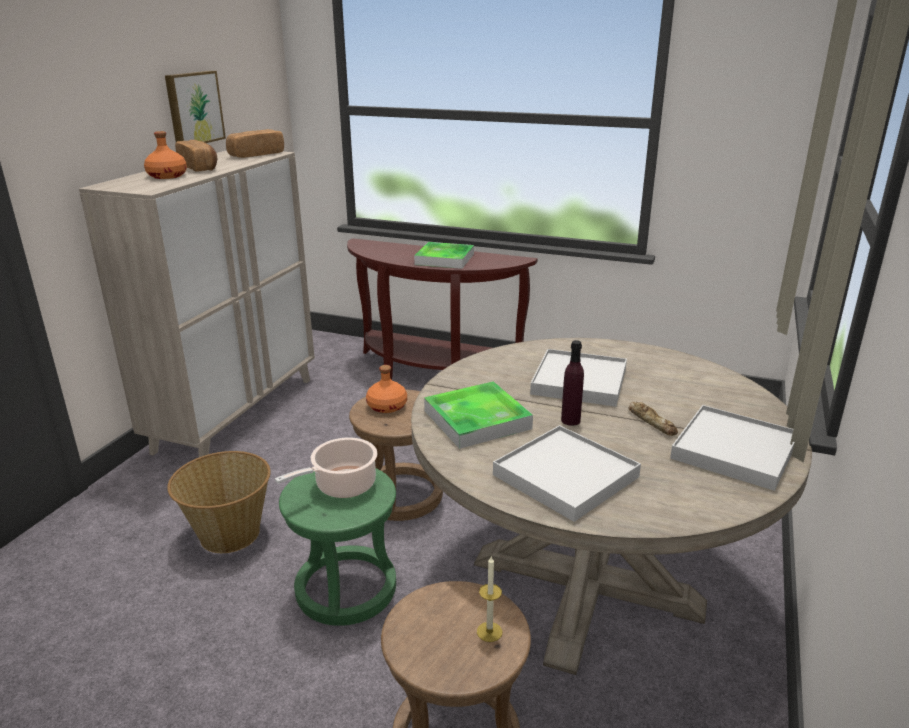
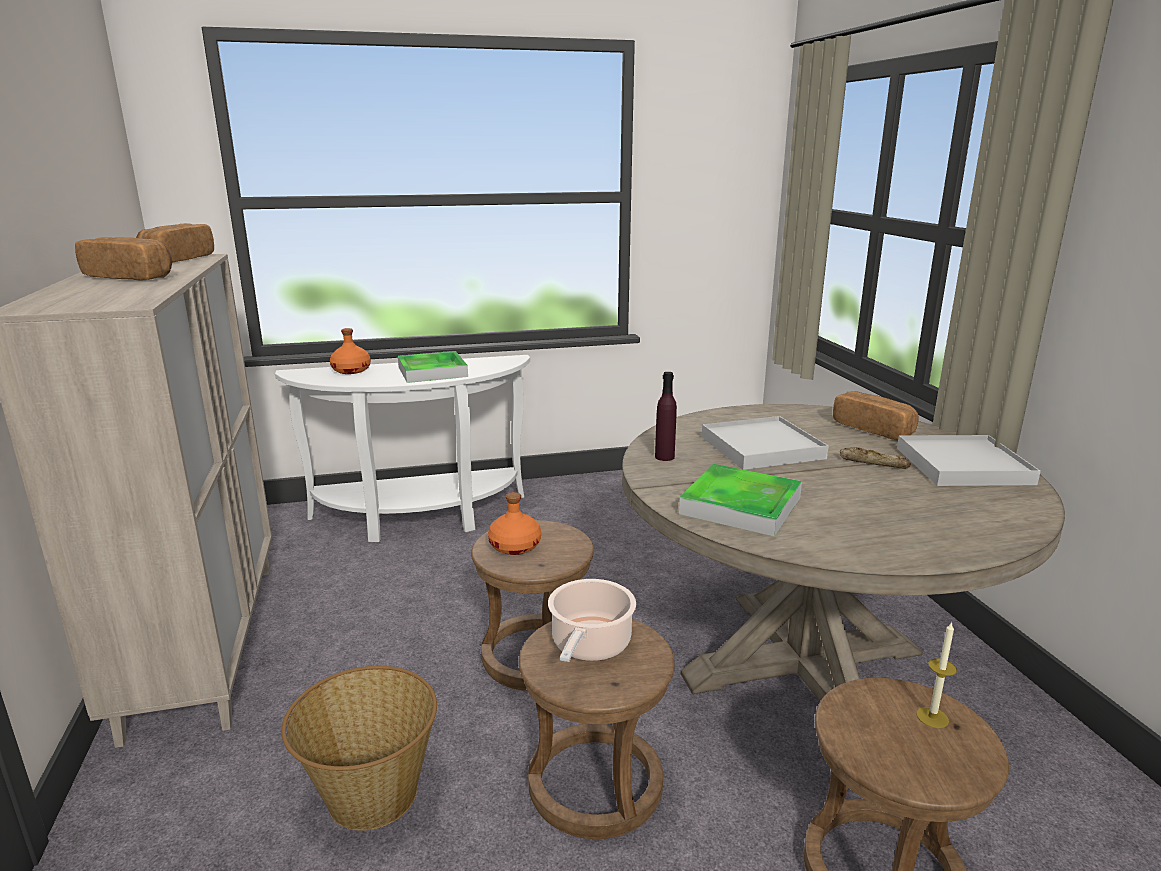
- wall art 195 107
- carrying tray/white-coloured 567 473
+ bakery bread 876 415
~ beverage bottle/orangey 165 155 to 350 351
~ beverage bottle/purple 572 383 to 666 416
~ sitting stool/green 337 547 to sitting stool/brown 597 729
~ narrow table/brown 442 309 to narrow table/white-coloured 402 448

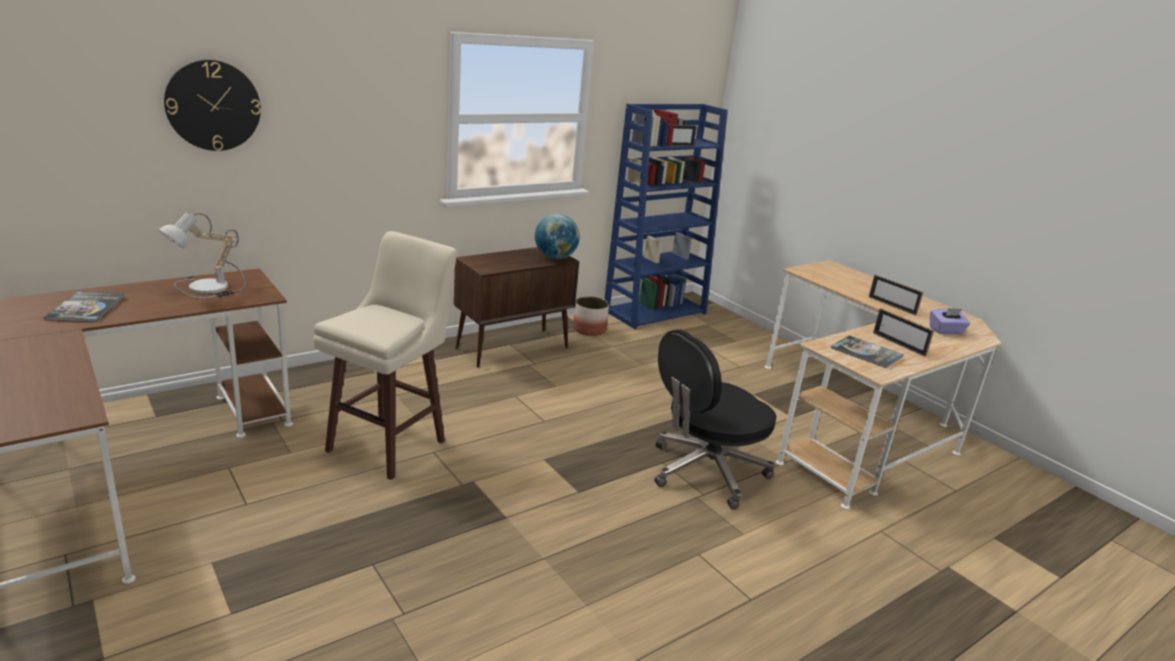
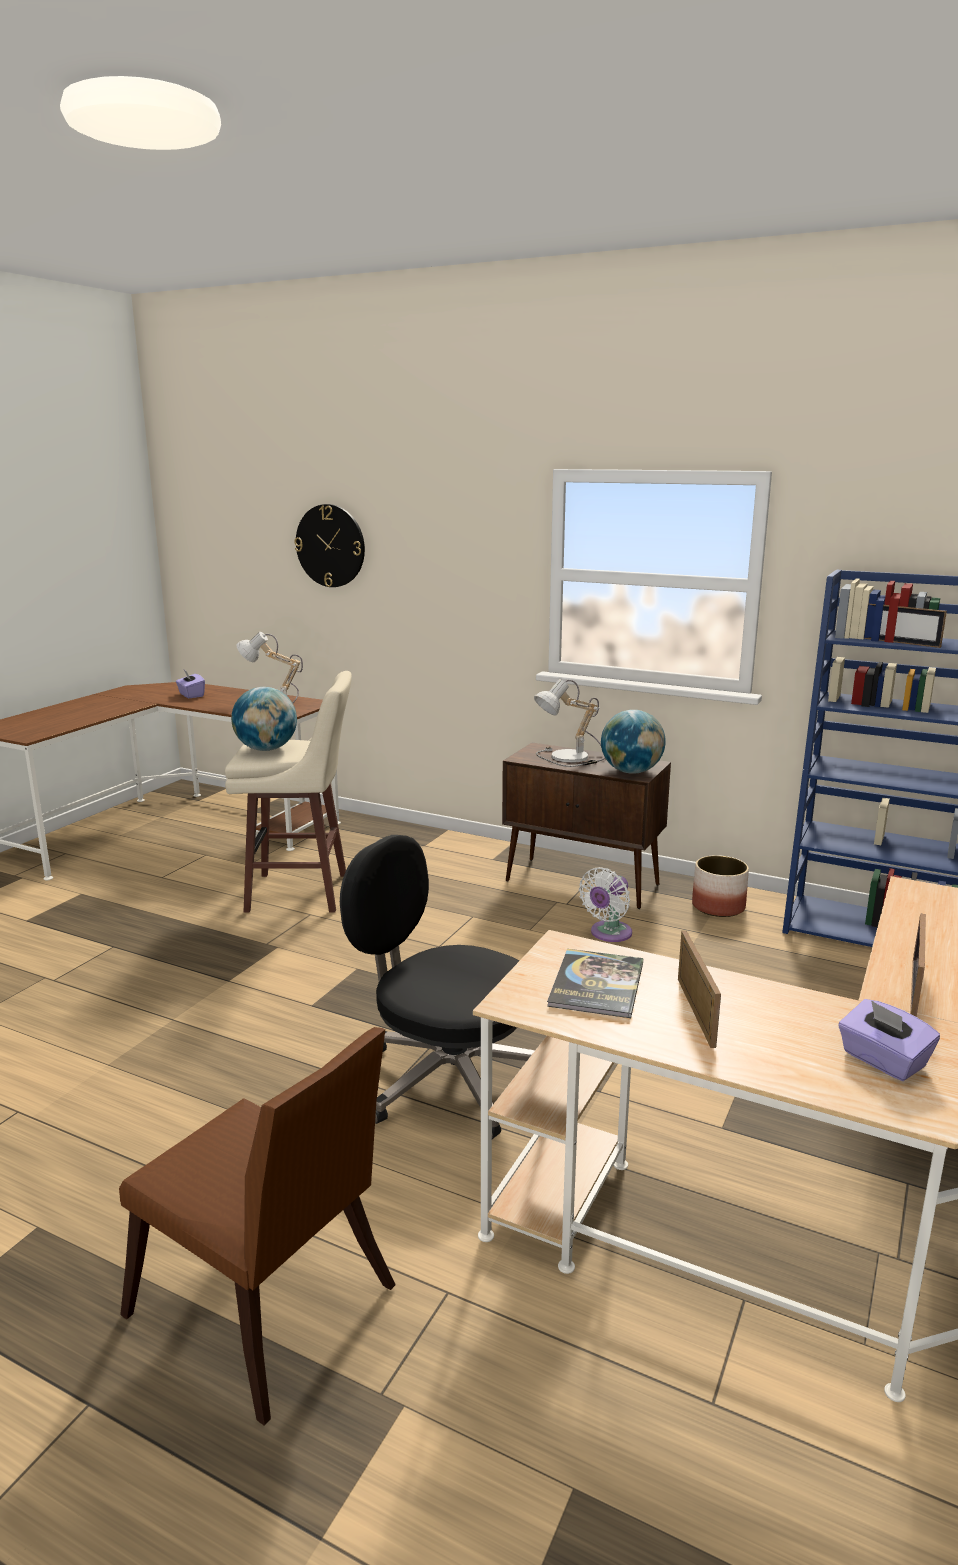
+ plain chair/brown 257 1226
+ desk globe 264 719
+ tabletop lamp 569 723
+ fan/white-coloured 605 904
~ volume 84 306 to tissue box/purple 190 684
~ photo frame 903 332 = 699 989 150 degrees clockwise

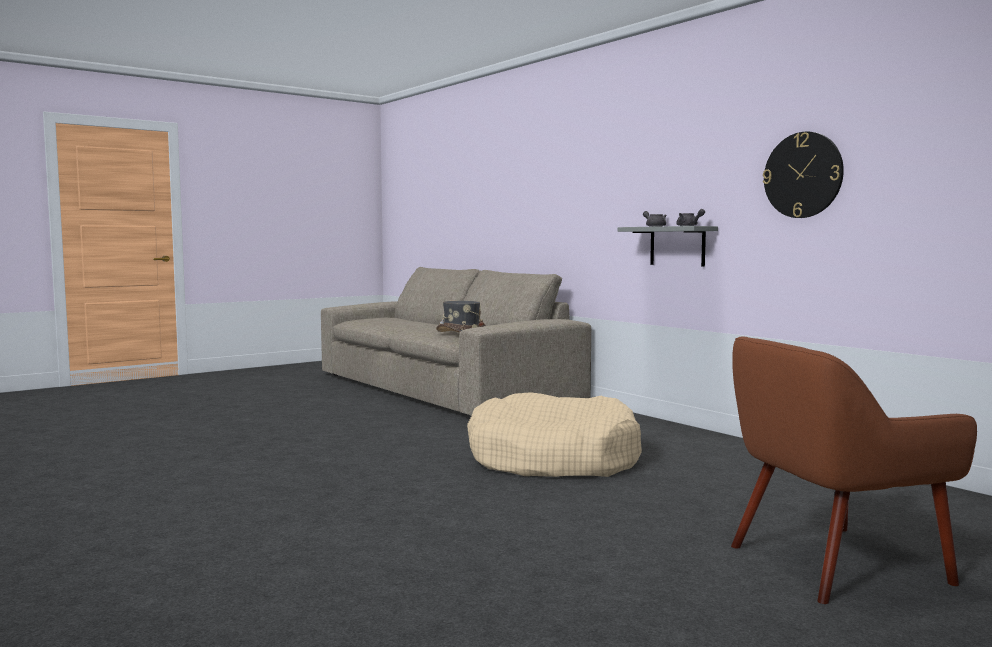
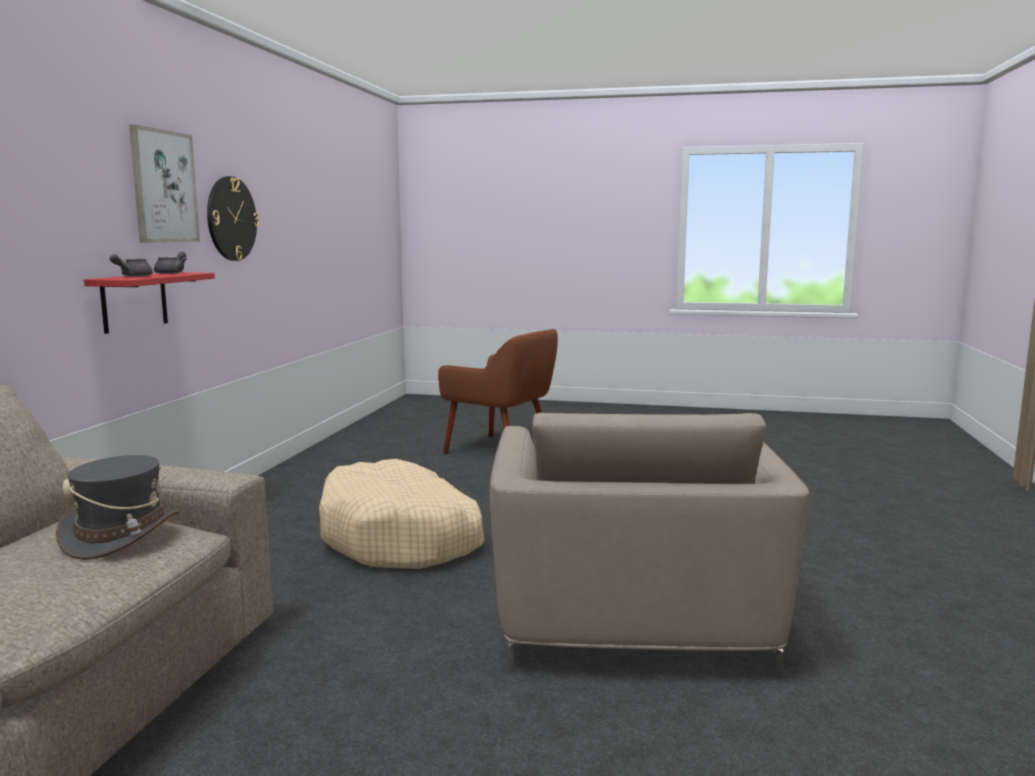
+ wall art 164 183
+ lounge chair/beige 649 545
~ shelf/grey 668 246 to shelf/reddish 149 303

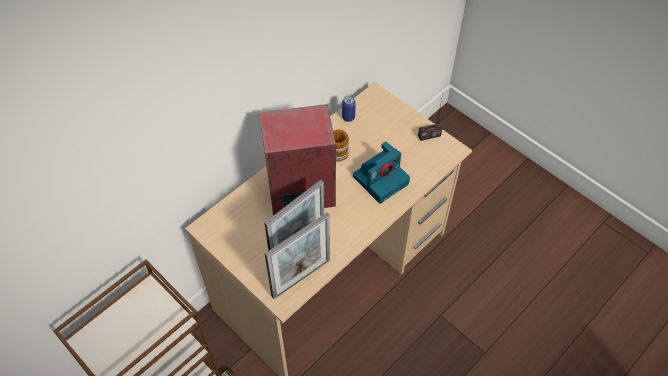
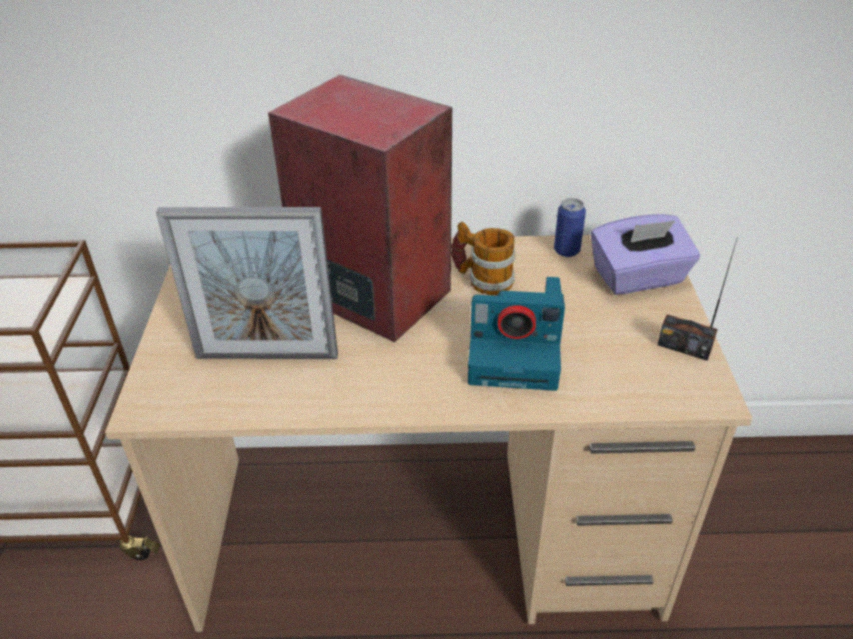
- photo frame 297 255
+ tissue box/purple 645 254

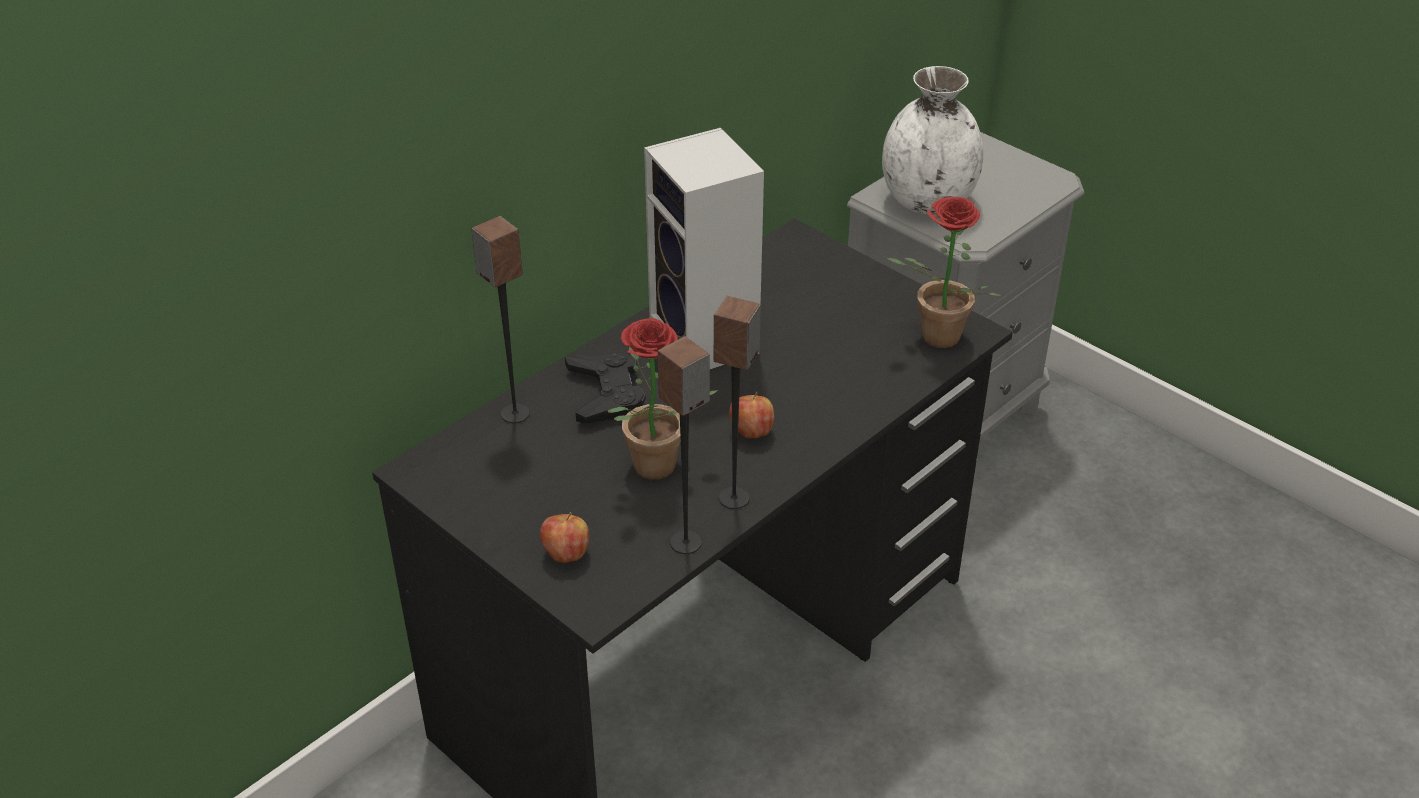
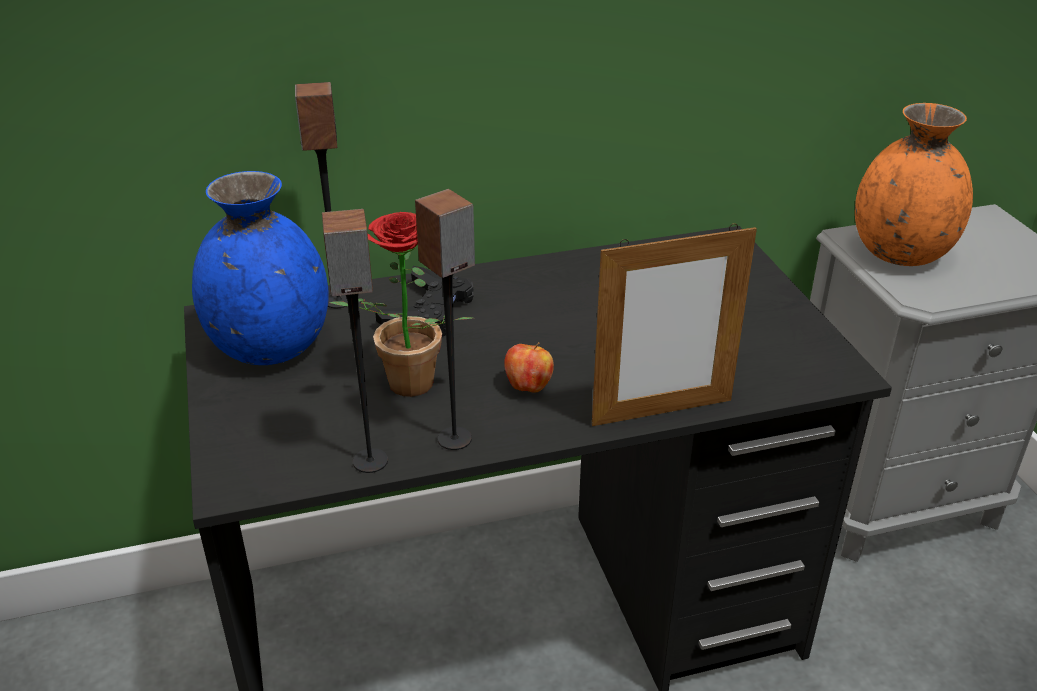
- apple 564 537
- speaker 704 248
- plant in a pot 944 272
+ decorative vase/blue 260 268
+ photo frame 674 324
~ decorative vase/white-coloured 932 140 to decorative vase/orangey 914 184

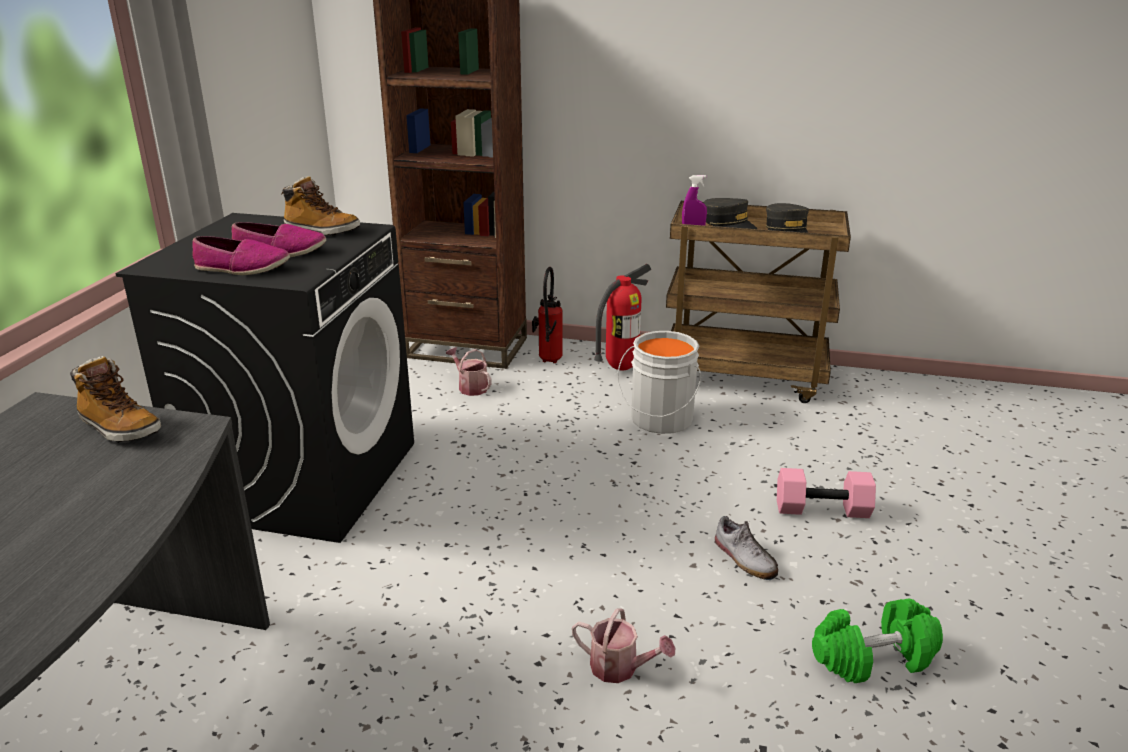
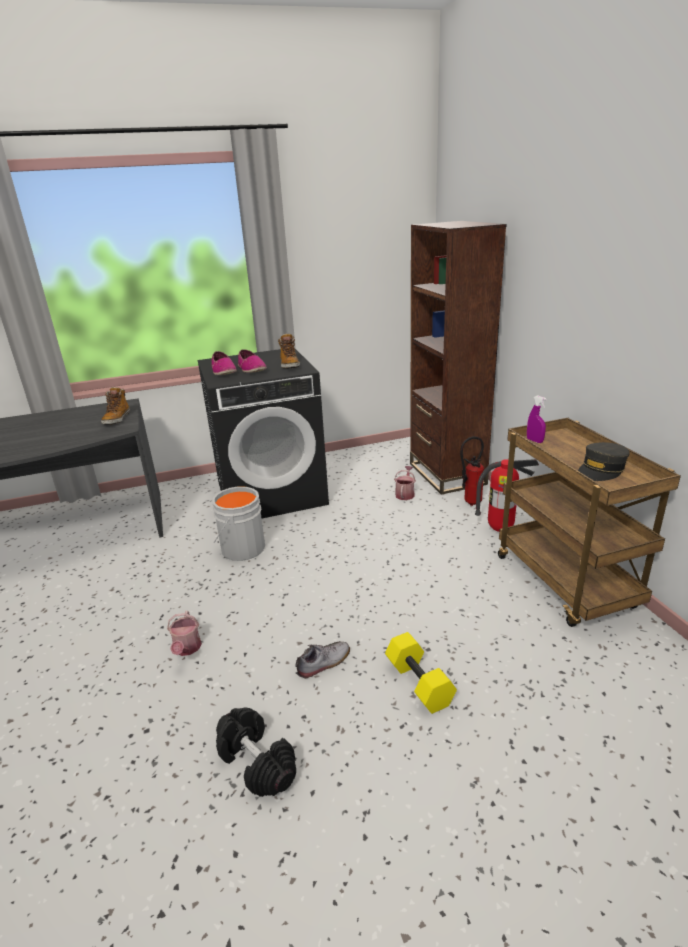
- cap/grey 730 213
~ bucket/grey 659 382 to 238 523
~ dumbbell/pinkish 826 493 to dumbbell/yellow 421 673
~ dumbbell/green 877 641 to dumbbell/black 256 752
~ low shoe 746 548 = 322 660 150 degrees counterclockwise

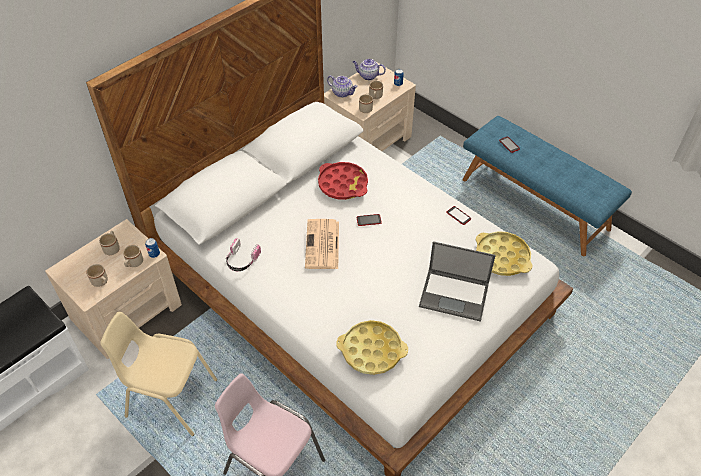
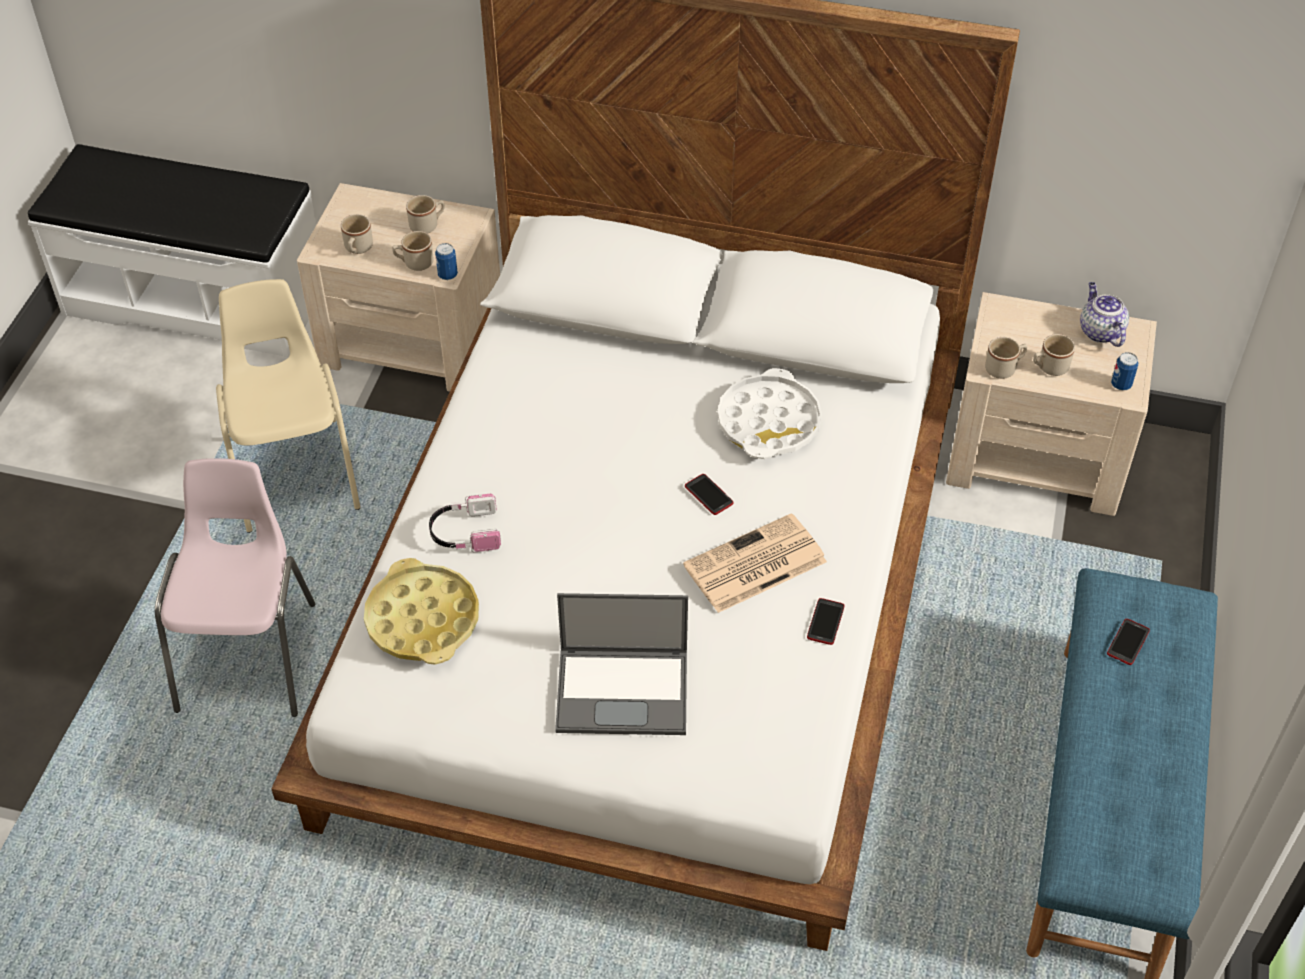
- pot for tea 342 86
- carrying tray/yellow 504 253
~ headphones 243 254 to 465 523
~ daily paper 322 244 to 755 563
~ carrying tray/reddish 343 181 to carrying tray/white-coloured 769 413
~ notebook computer 457 281 = 621 664 75 degrees counterclockwise

